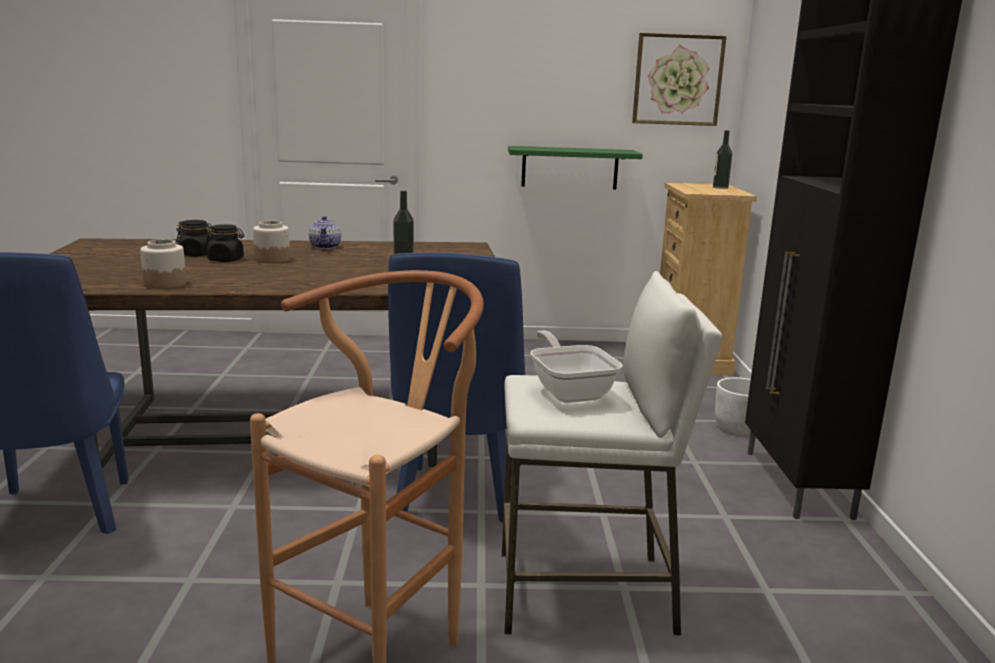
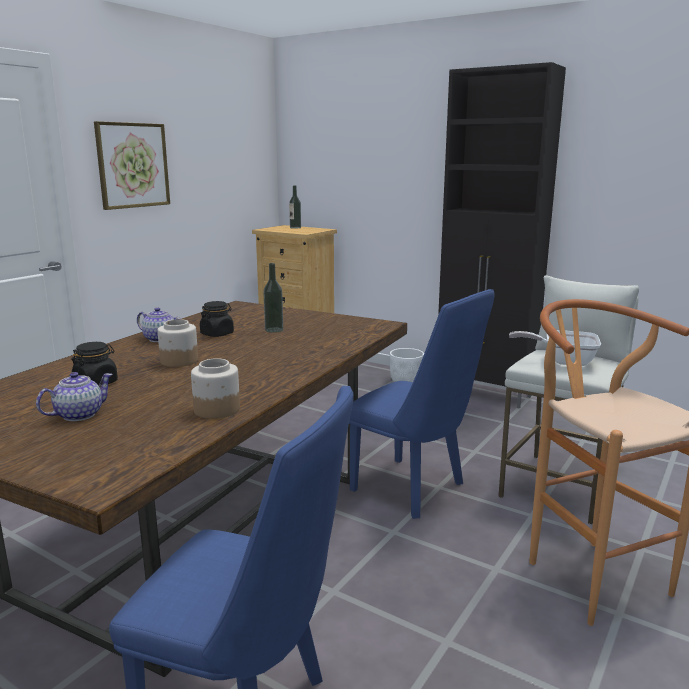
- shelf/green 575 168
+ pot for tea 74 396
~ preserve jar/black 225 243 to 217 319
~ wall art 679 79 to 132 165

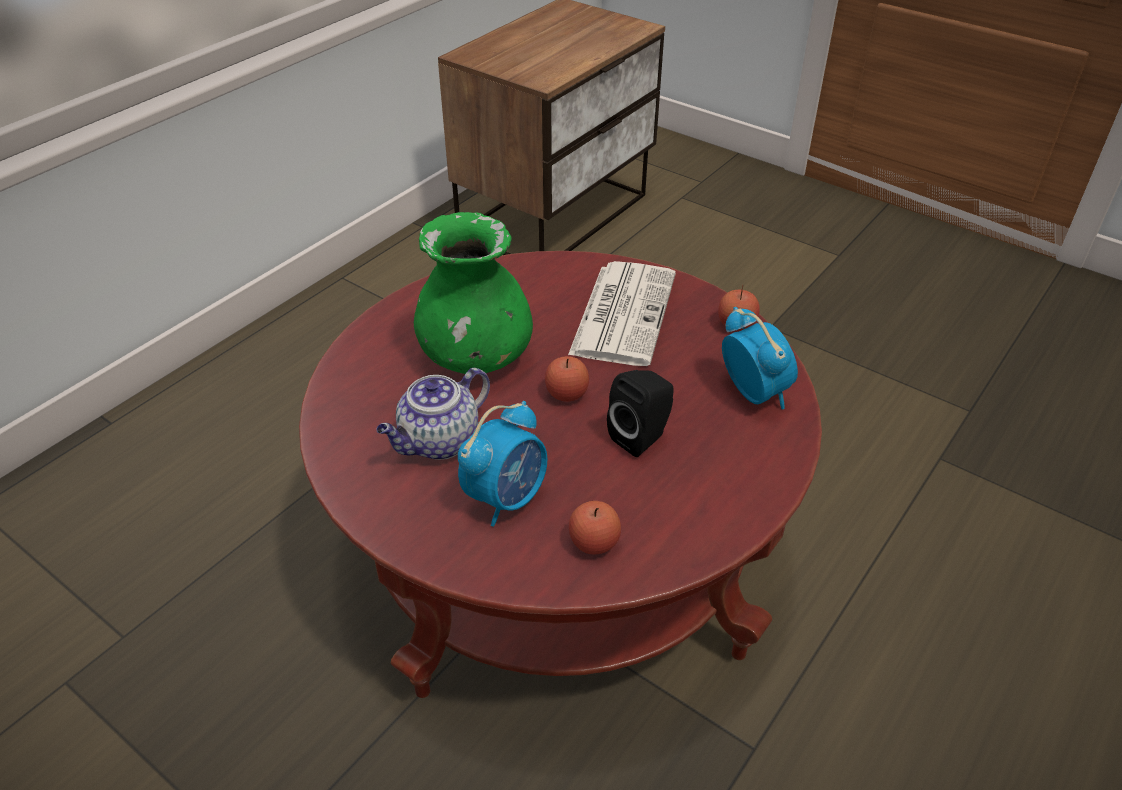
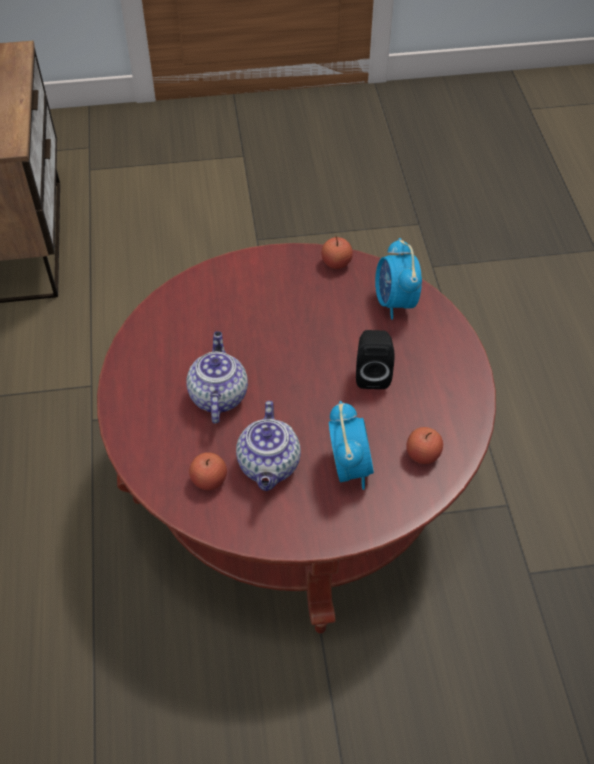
- daily paper 622 313
~ apple 567 379 to 208 471
~ decorative vase/green 473 293 to pot for tea 217 377
~ table clock 760 358 = 398 279 120 degrees counterclockwise

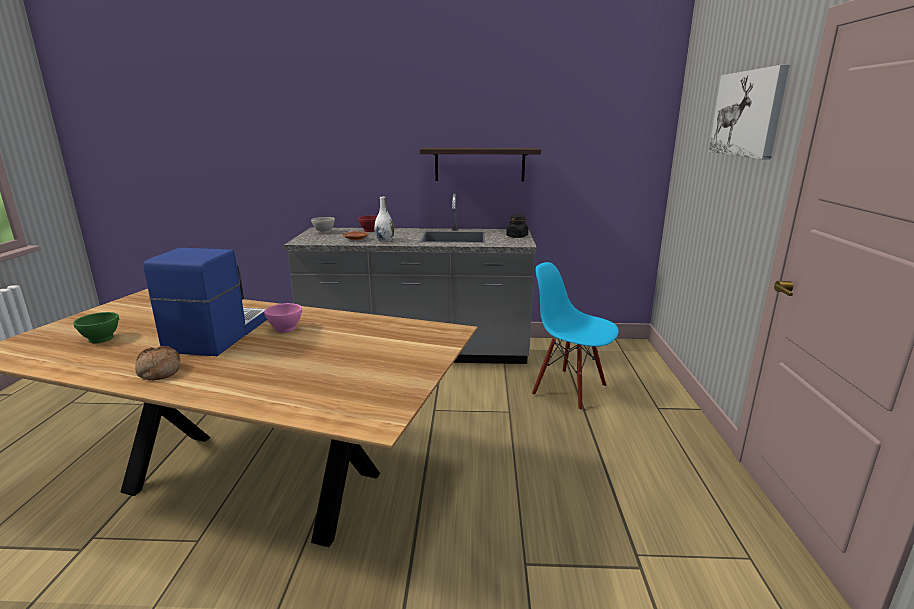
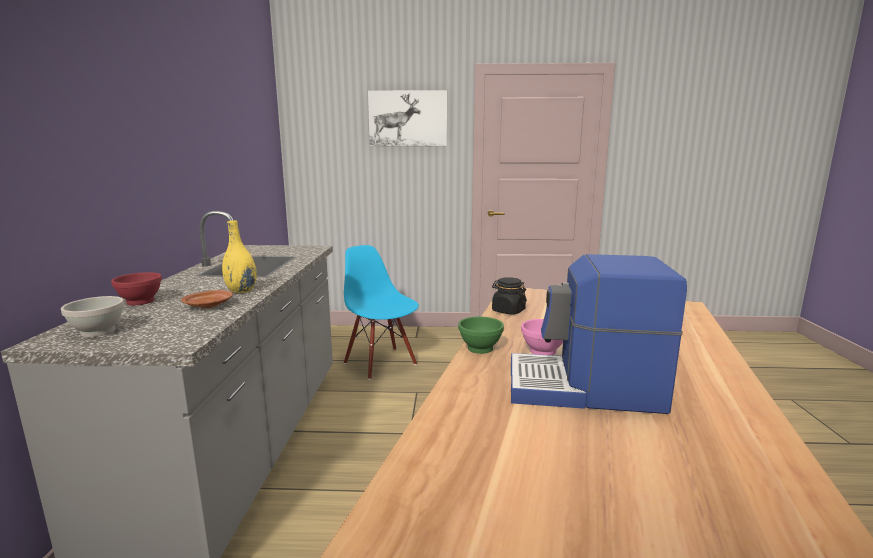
- bakery bread 157 363
- shelf 480 164
~ deep dish/green 96 327 to 481 335
~ preserve jar/black 517 226 to 509 296
~ decorative vase/white-coloured 384 219 to decorative vase/yellow 239 256
~ plain chair/blue 575 336 = 381 312 105 degrees clockwise

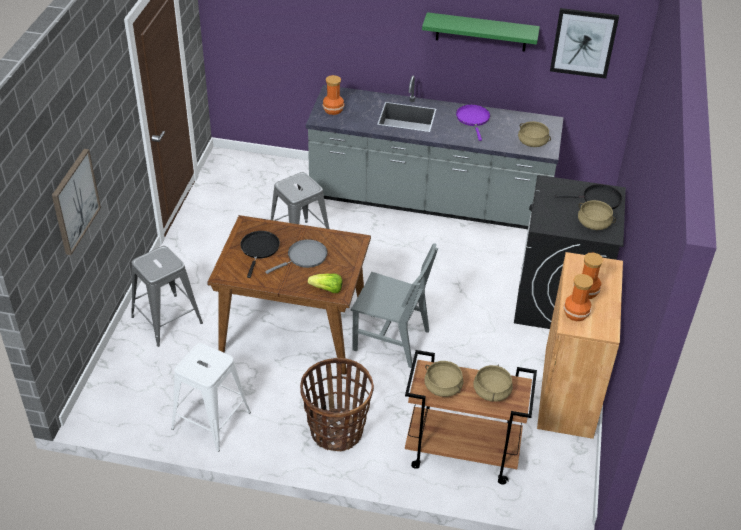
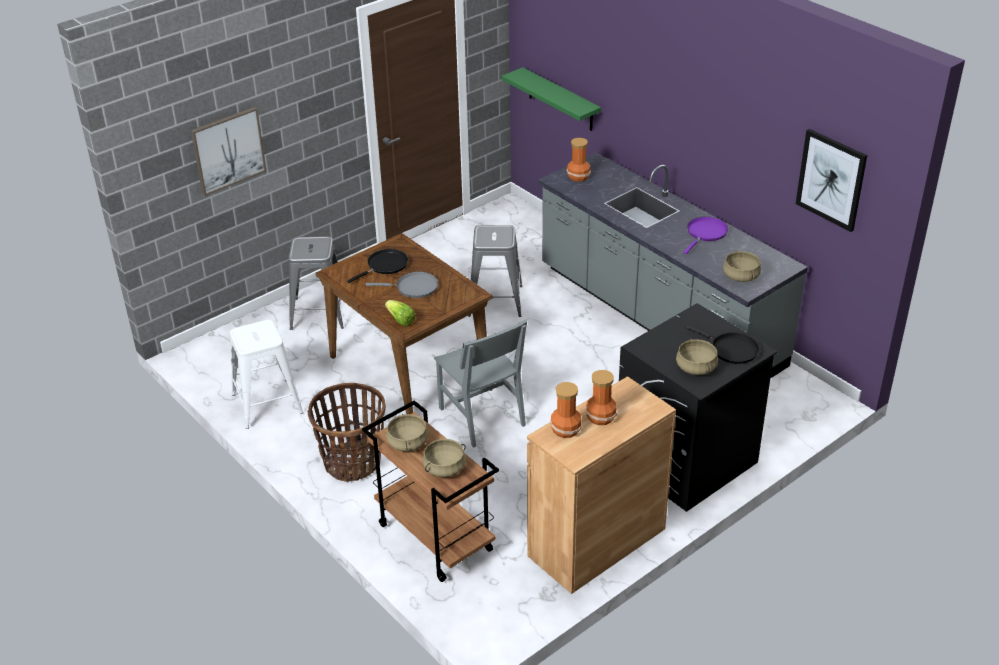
~ shelf/green 481 31 to 551 99

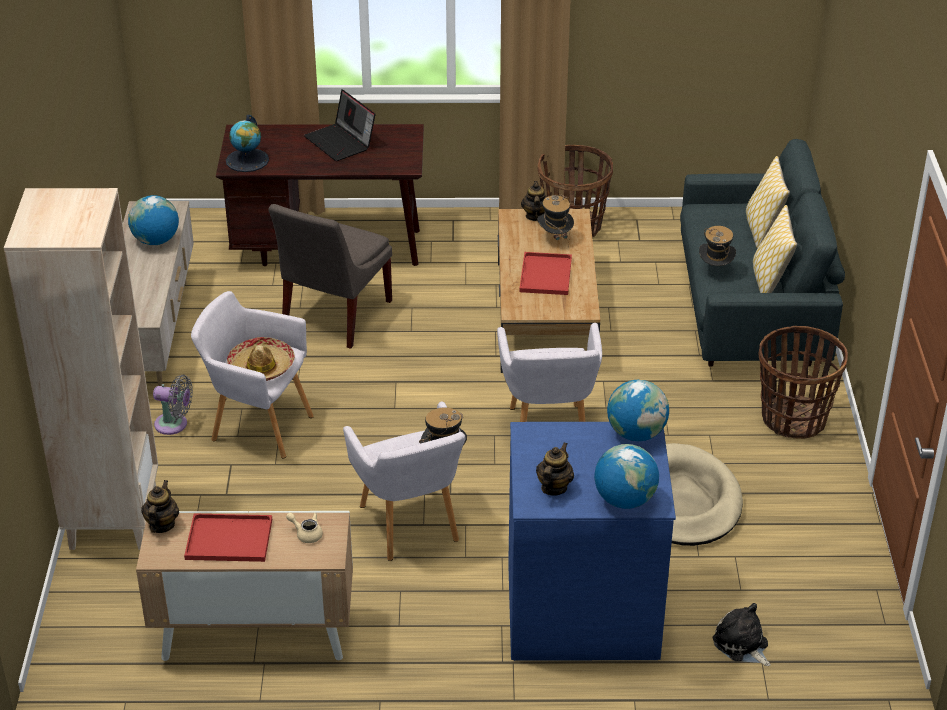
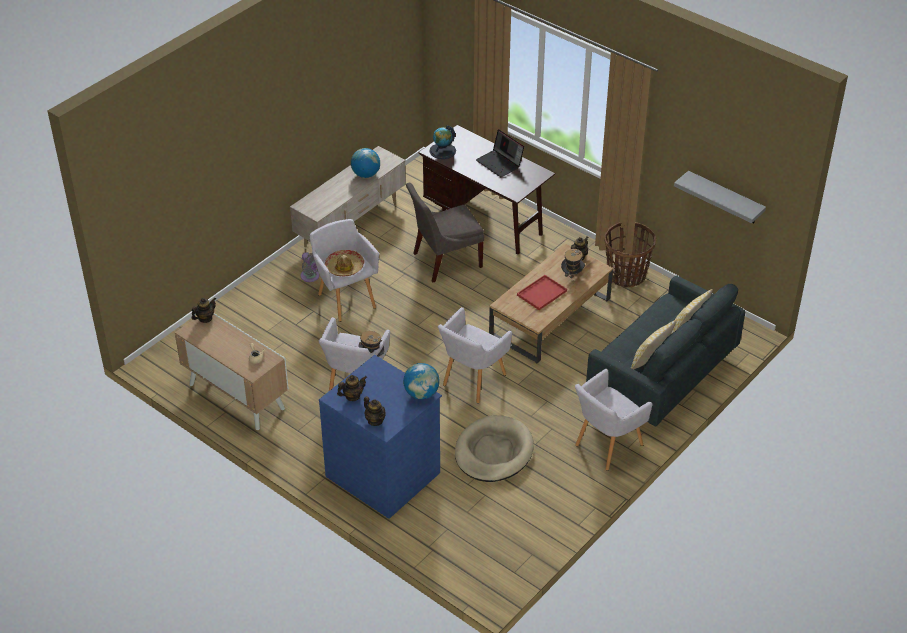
- bookcase/beige 81 369
- carrying tray/reddish 228 537
- wearable hat 717 246
- plush toy 742 634
+ shelf/grey 720 197
~ desk globe 626 476 to pot for tea 375 411
~ storage basket 803 382 to lounge chair/grey 614 419
~ notebook computer 339 125 = 500 153 45 degrees counterclockwise

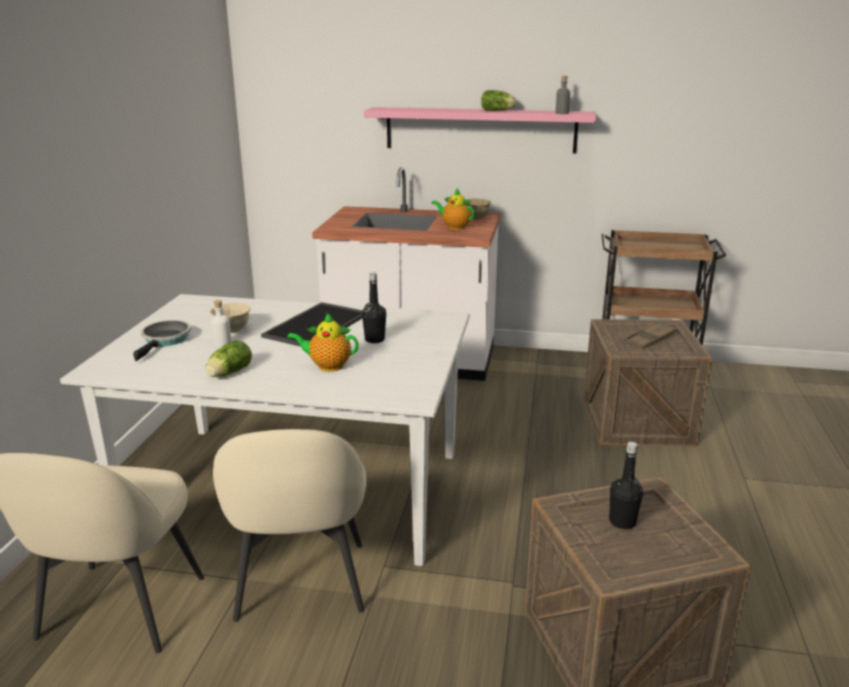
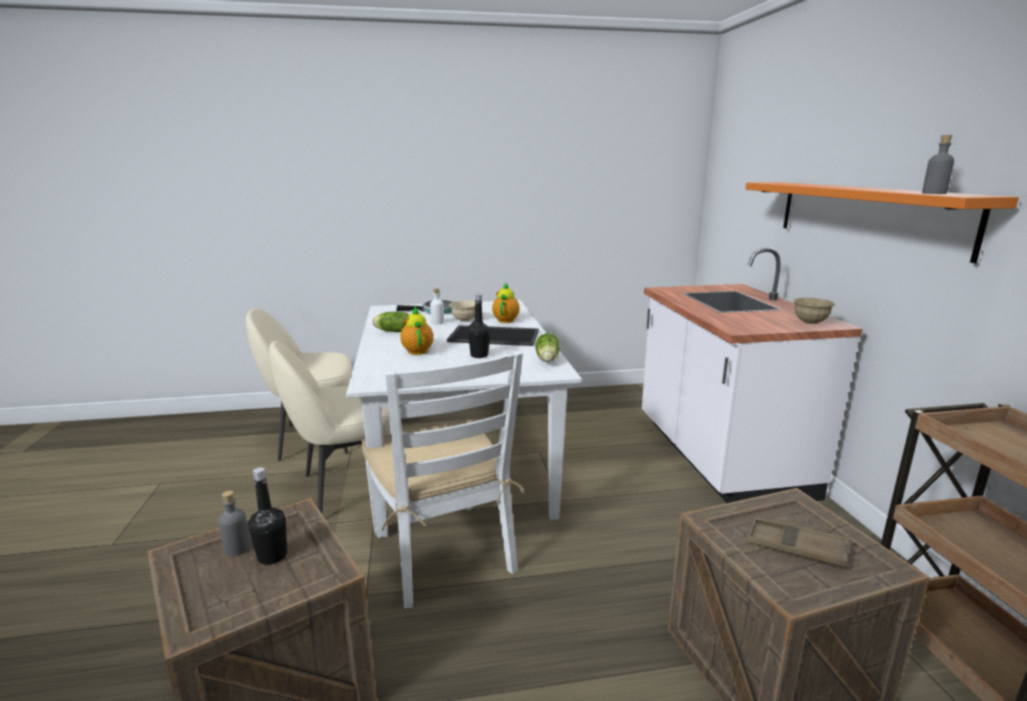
+ beverage bottle/grey 235 523
+ plain chair/white-coloured 443 479
~ pot for tea 453 209 to 506 303
~ lettuce head 498 100 to 547 347
~ shelf/pinkish 480 130 to shelf/orangey 882 222

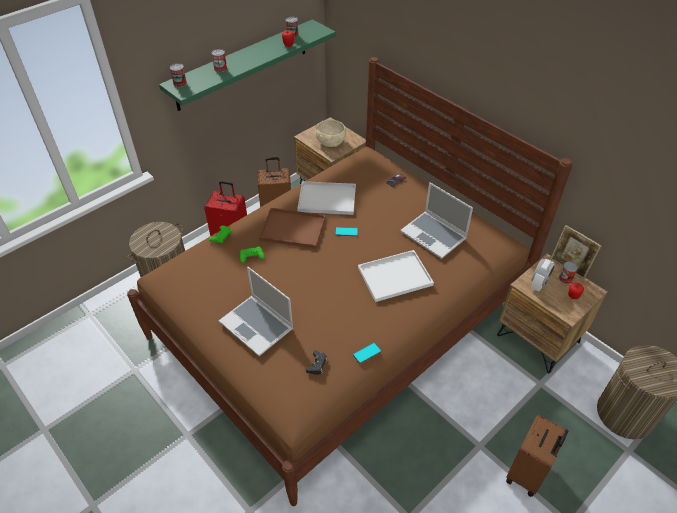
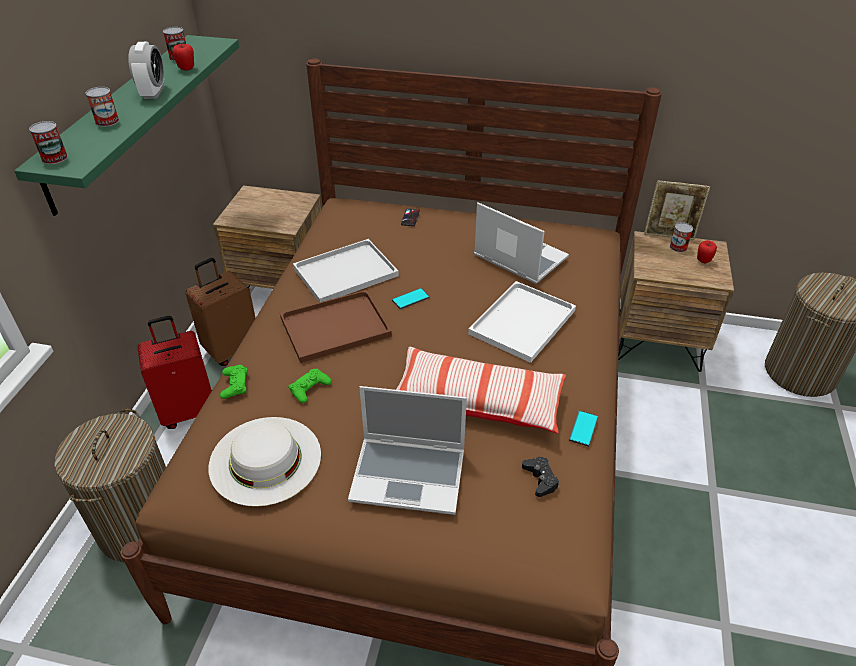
- deep dish/beige 330 133
- suitcase/brown 537 455
+ wearable hat/white-coloured 264 462
+ cushion 481 390
~ table clock 543 275 to 146 70
~ notebook computer 436 220 = 521 243 150 degrees counterclockwise

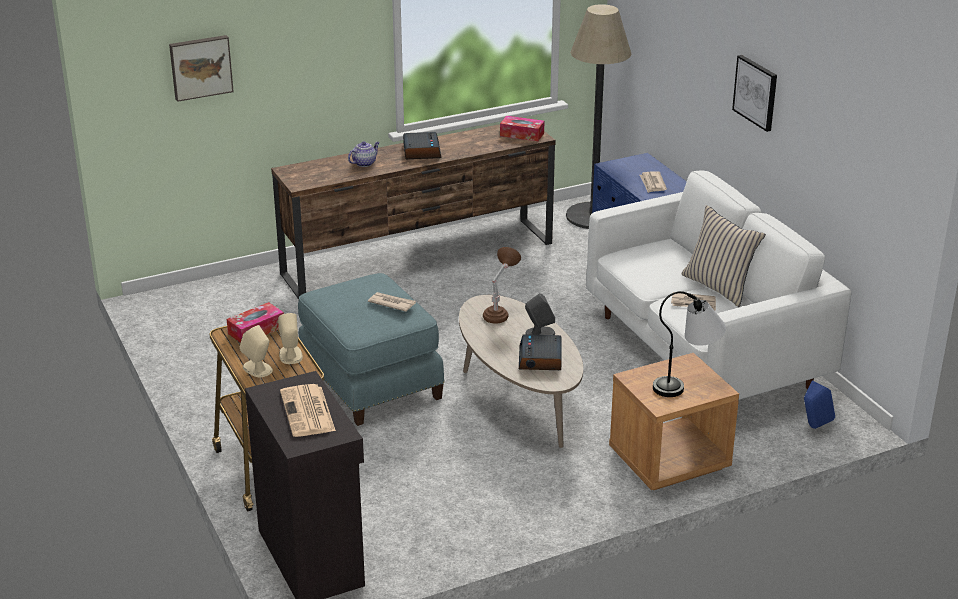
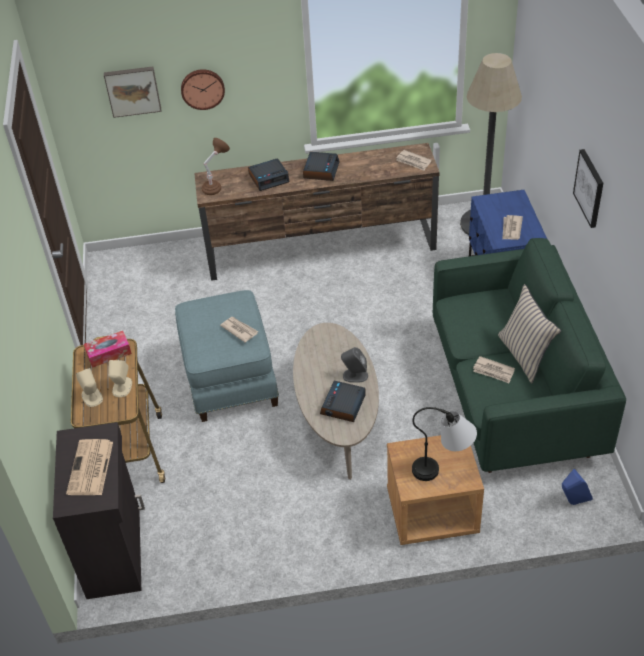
+ hanging clock 203 89
~ tabletop lamp/brown 502 285 to 216 166
~ pot for tea 364 154 to table clock 268 174
~ tissue box 522 128 to daily paper 413 160
~ settee/white-coloured 719 285 to settee/green 529 355

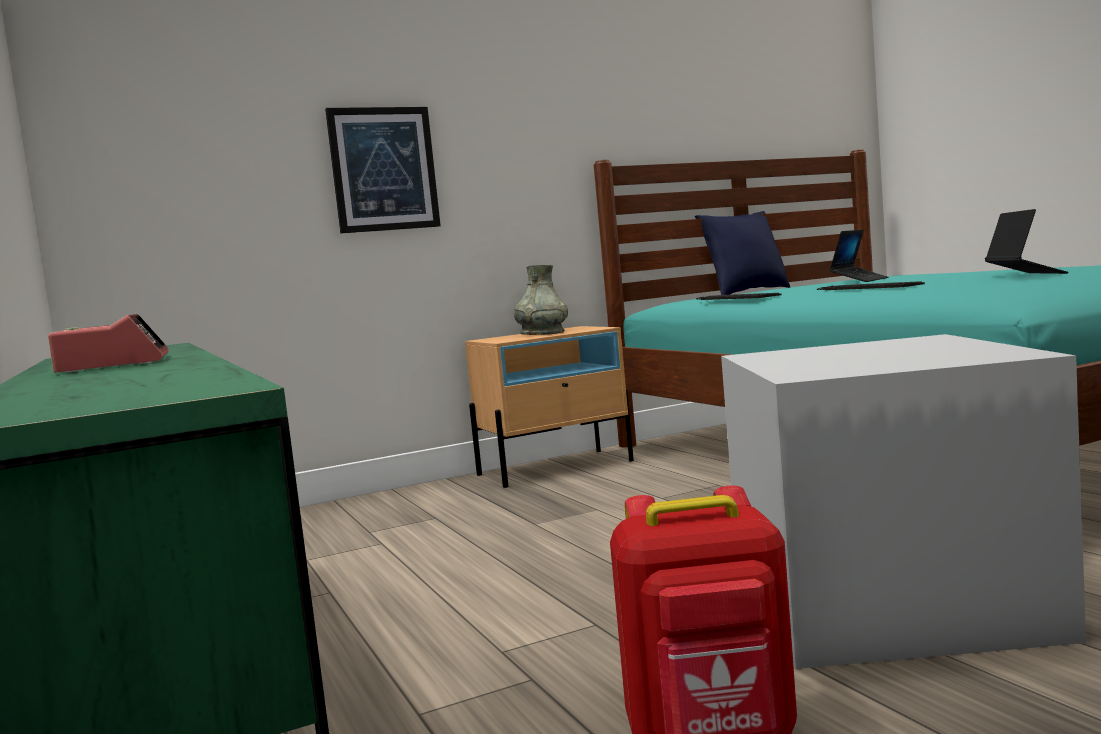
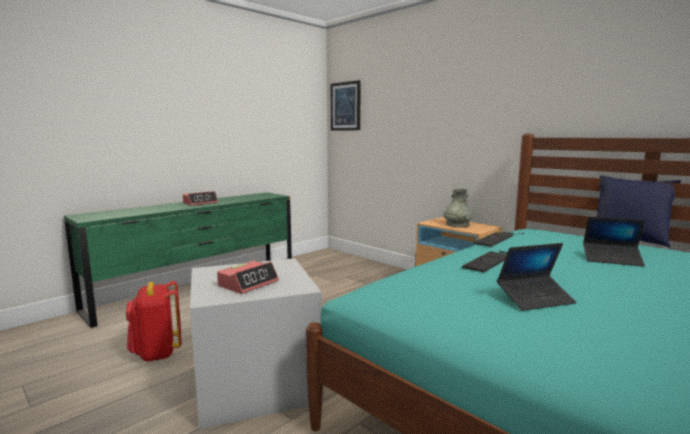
+ table clock 248 277
~ wall art 383 170 to 346 105

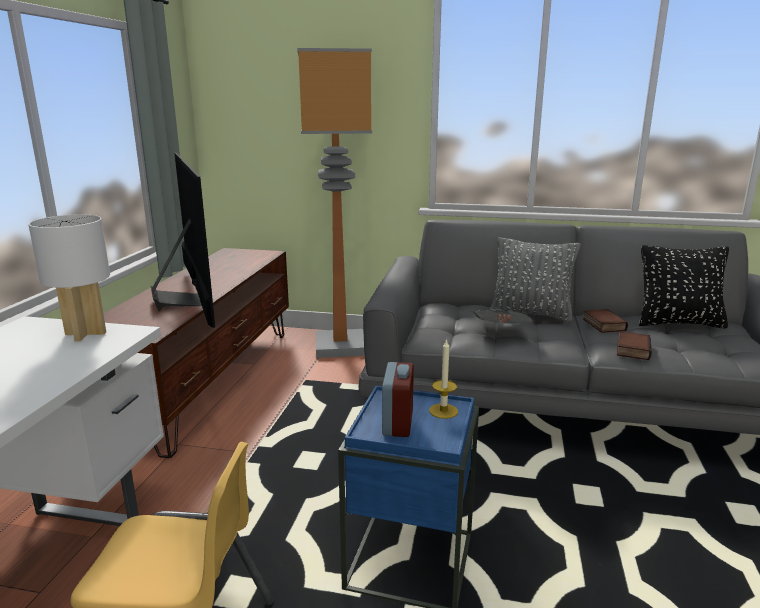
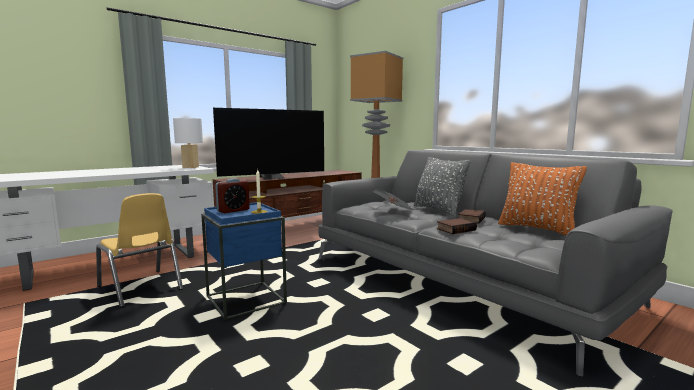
~ cushion/black 684 287 to cushion/orangey 542 199
~ TV 182 240 = 268 143 45 degrees clockwise

